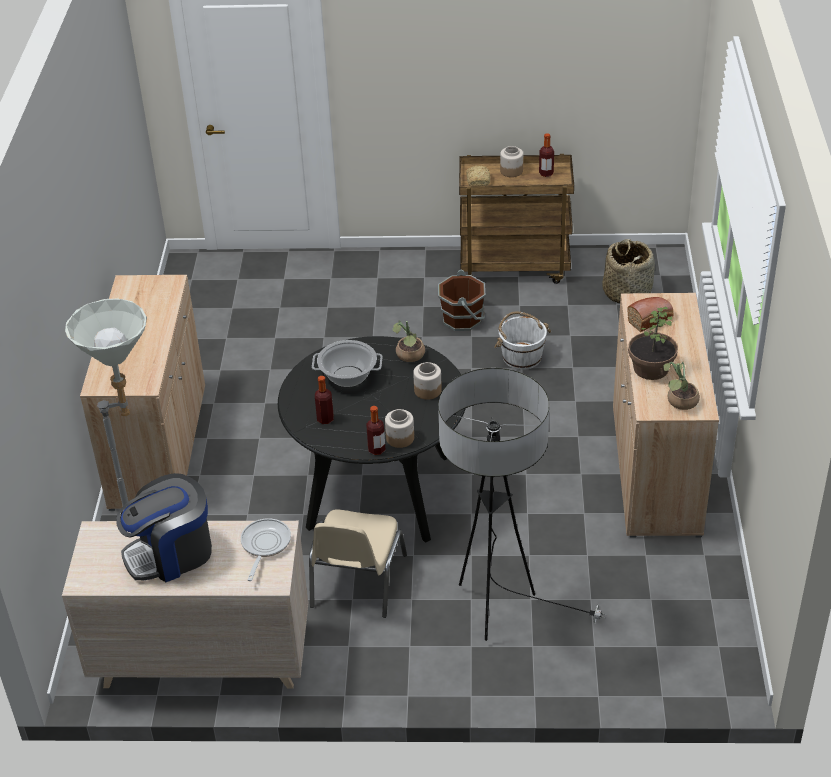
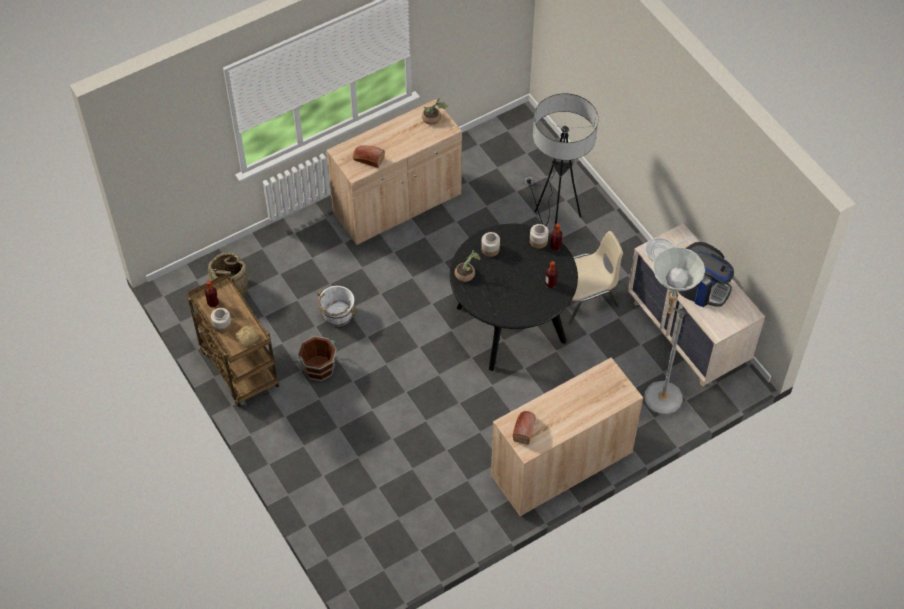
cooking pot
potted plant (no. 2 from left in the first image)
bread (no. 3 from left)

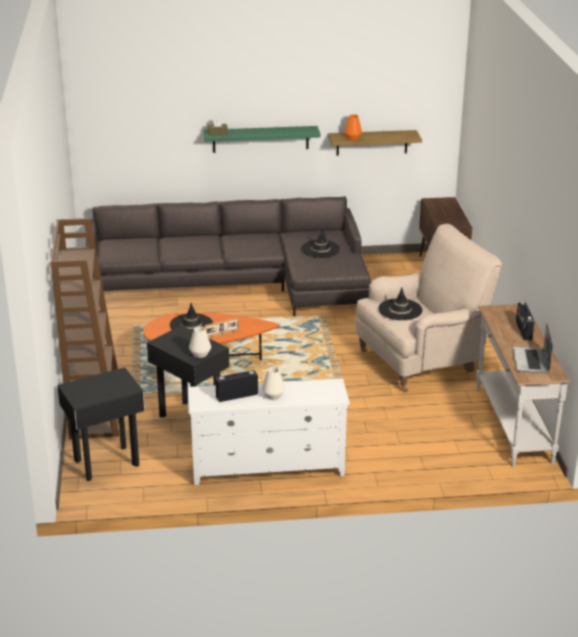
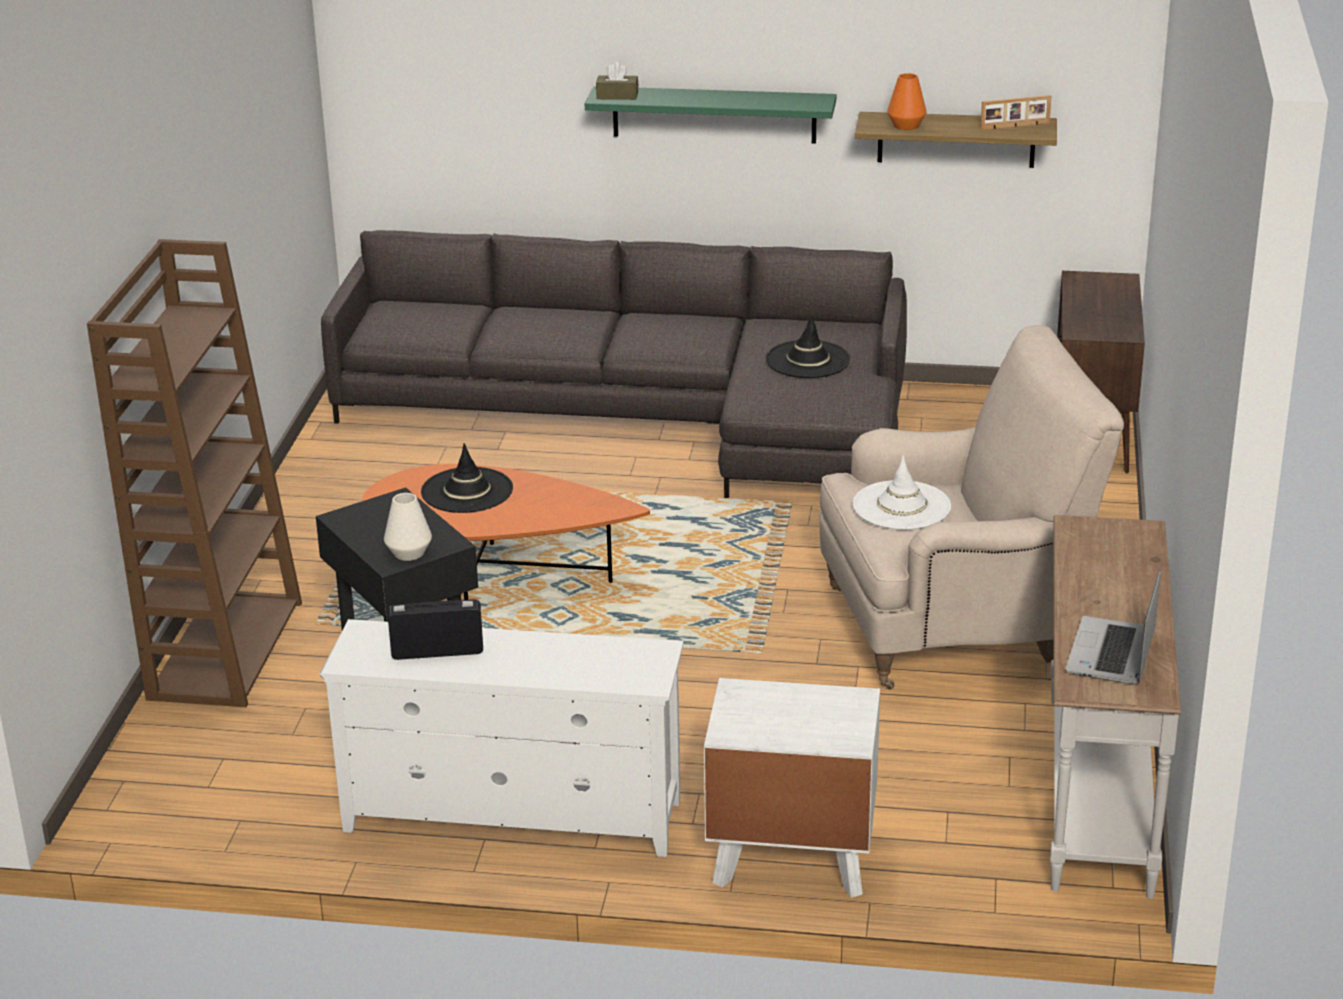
side table in black (no. 1 from left in the first image)
picture frame
vase in white (no. 2 from left in the first image)
hat in white
radio (no. 2 from left in the first image)
nightstand in white

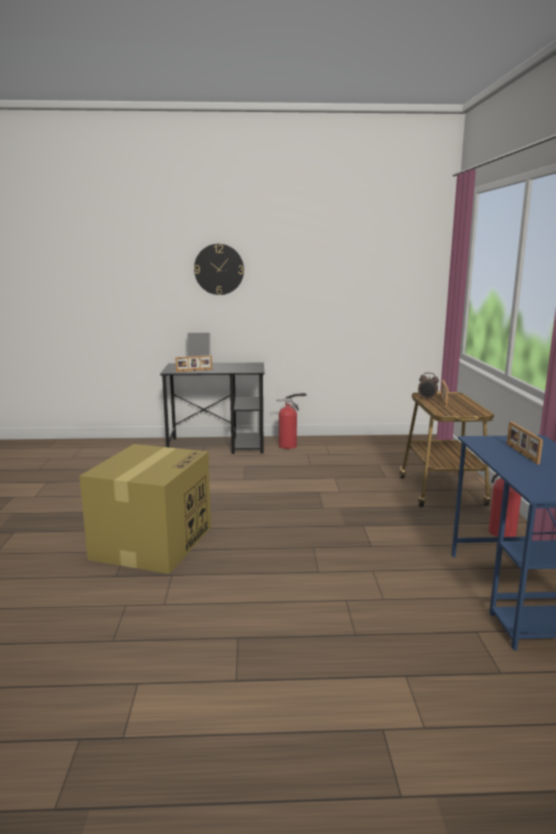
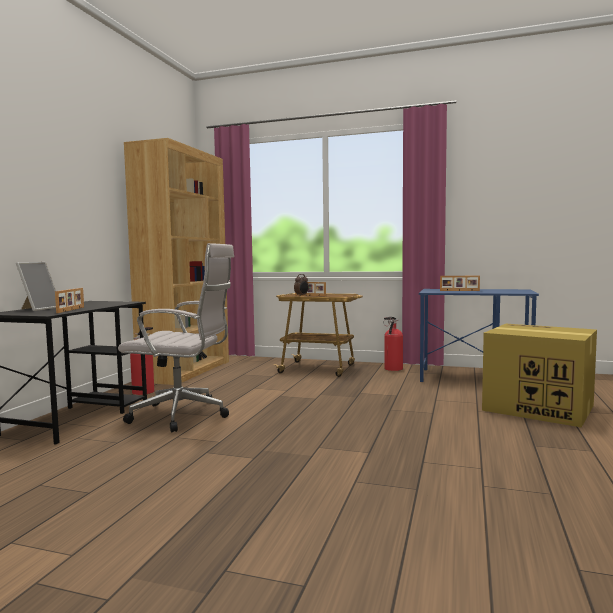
cardboard box
wall clock
office chair in white
bookcase in brown

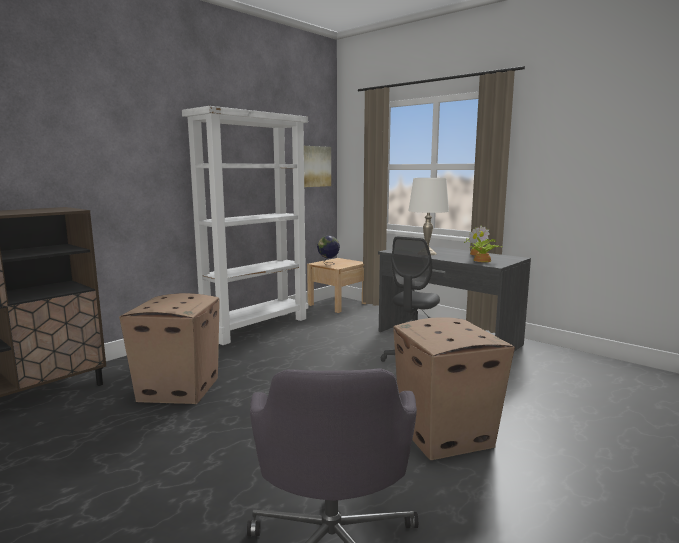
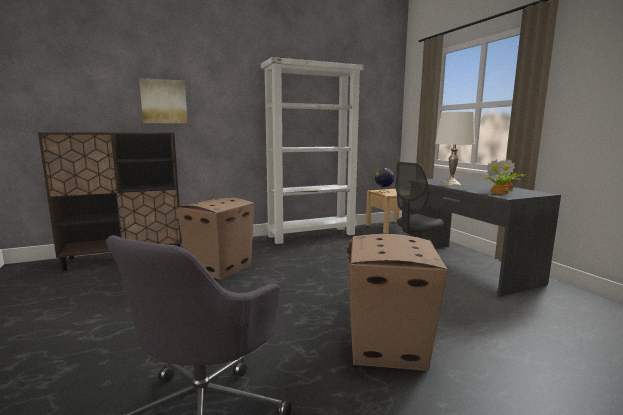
picture

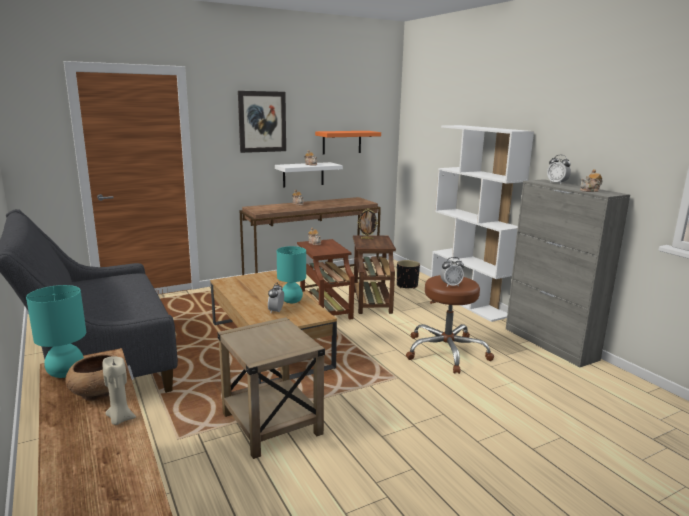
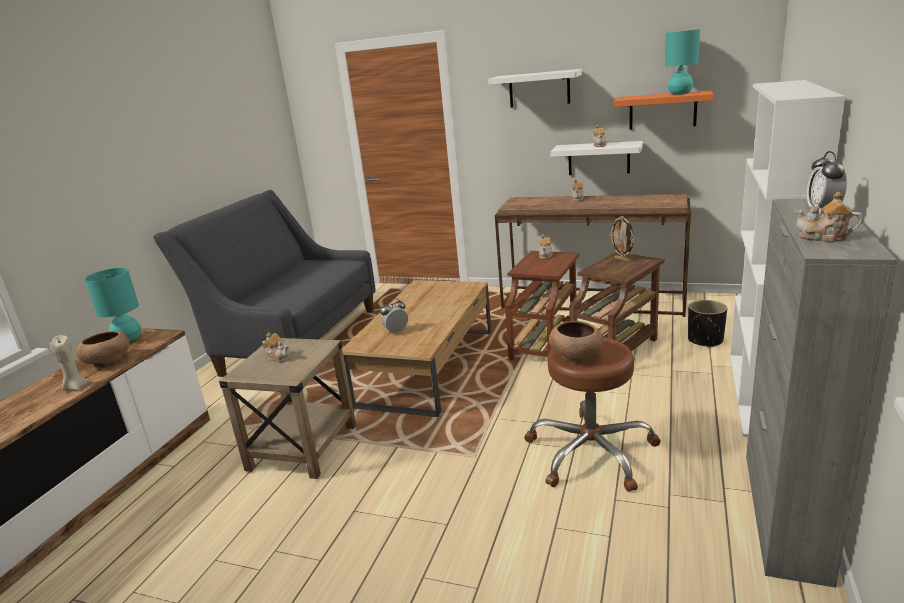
shelf in white (no. 1 from left)
table lamp in turquoise (no. 2 from left)
bowl in brown (no. 2 from left)
teapot (no. 1 from left)

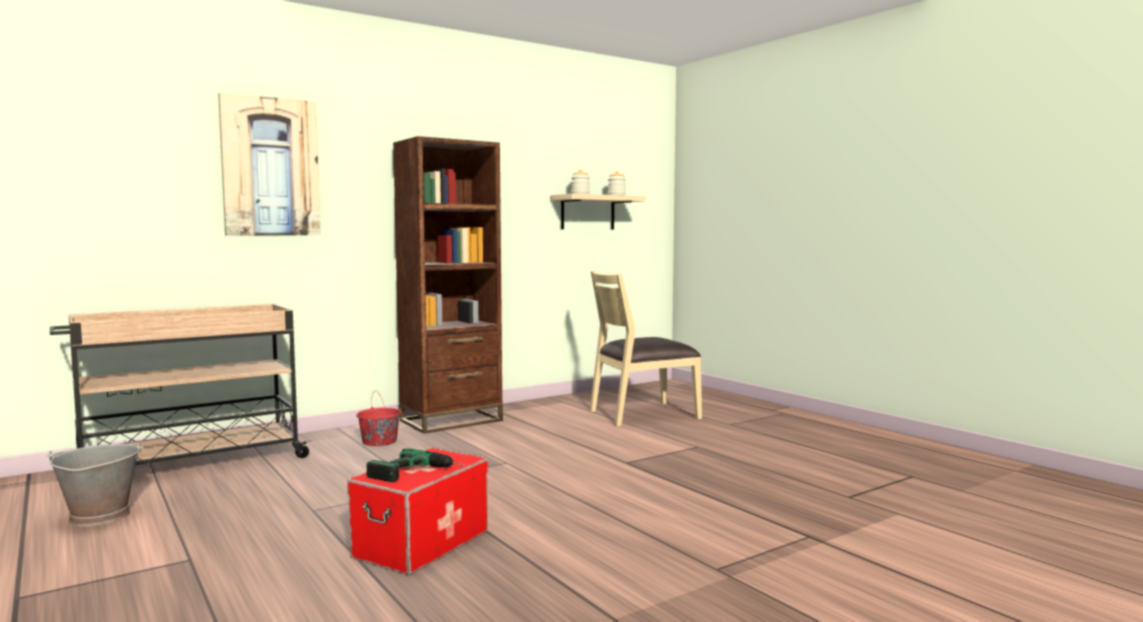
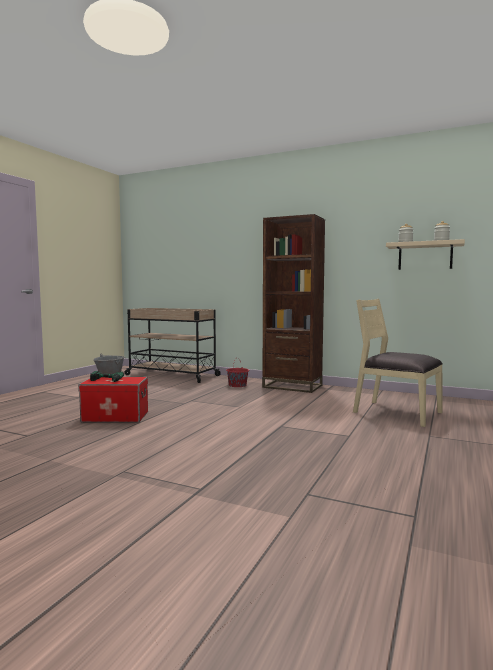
picture

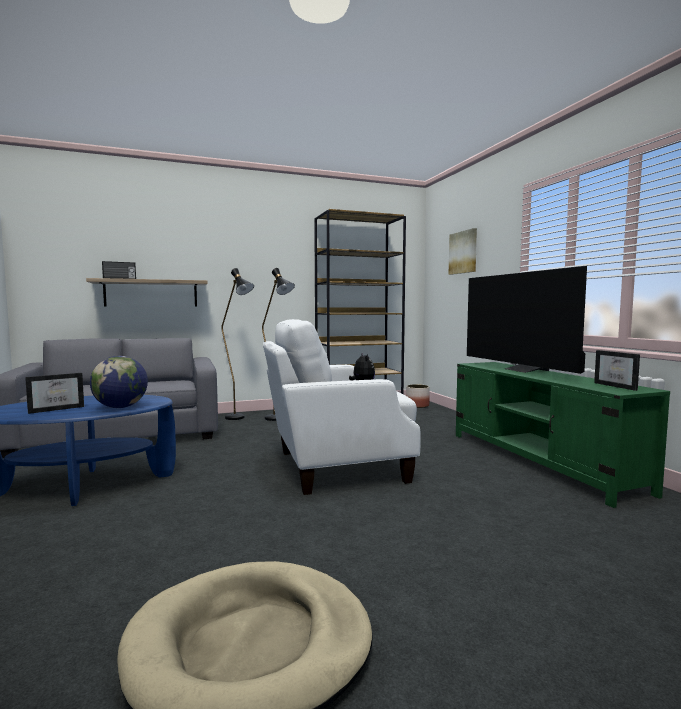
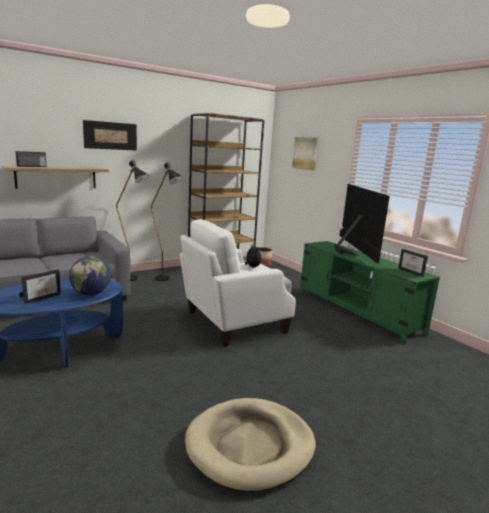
television
picture (no. 1 from left)

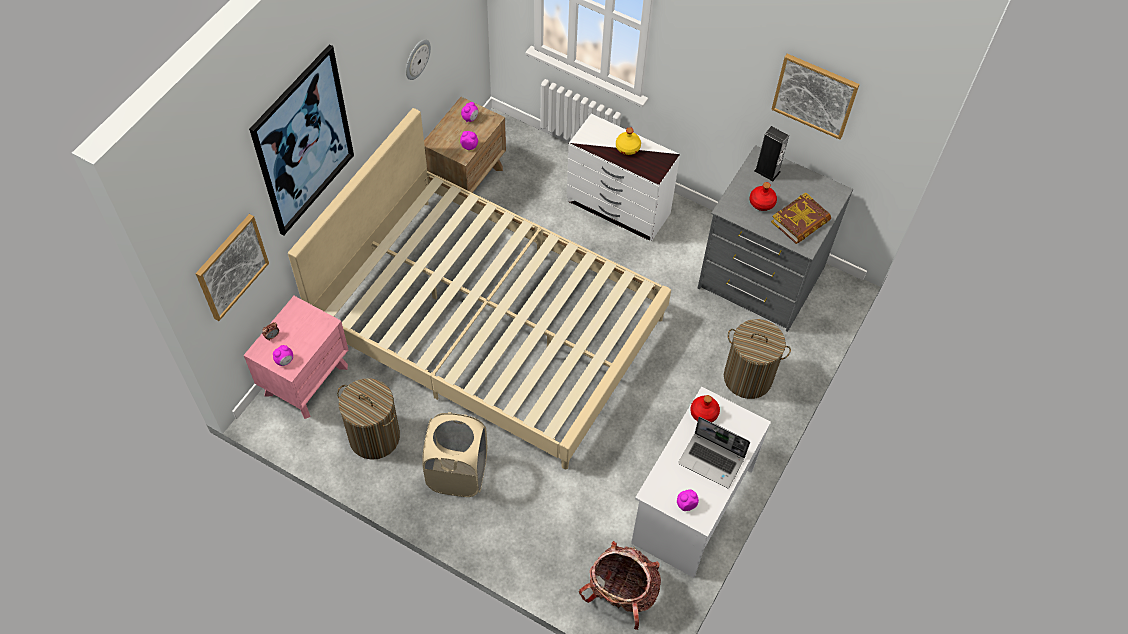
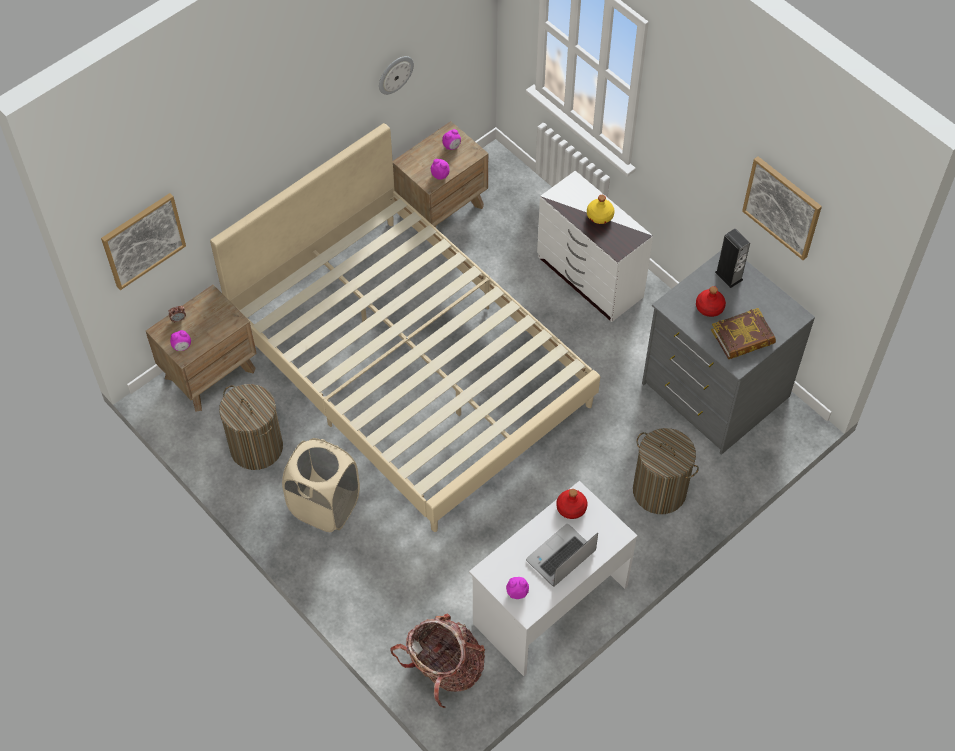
nightstand in brown (no. 1 from left)
picture (no. 2 from left in the first image)
laptop

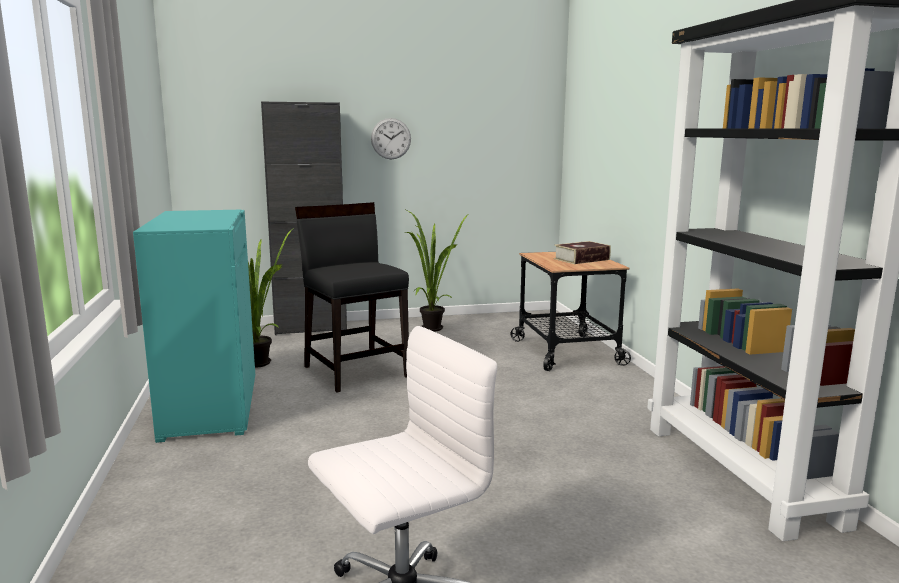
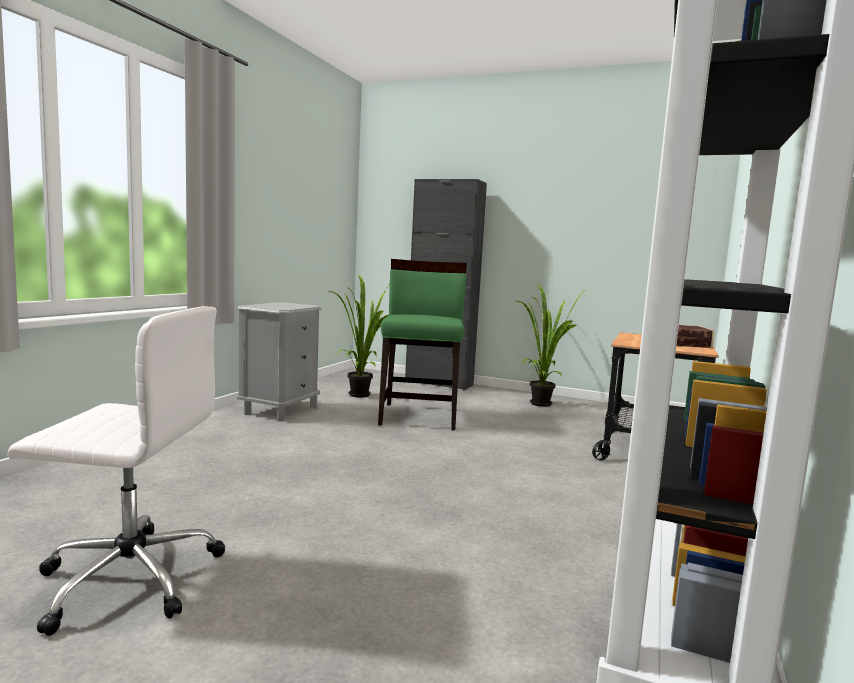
nightstand in grey
chair in green
wall clock

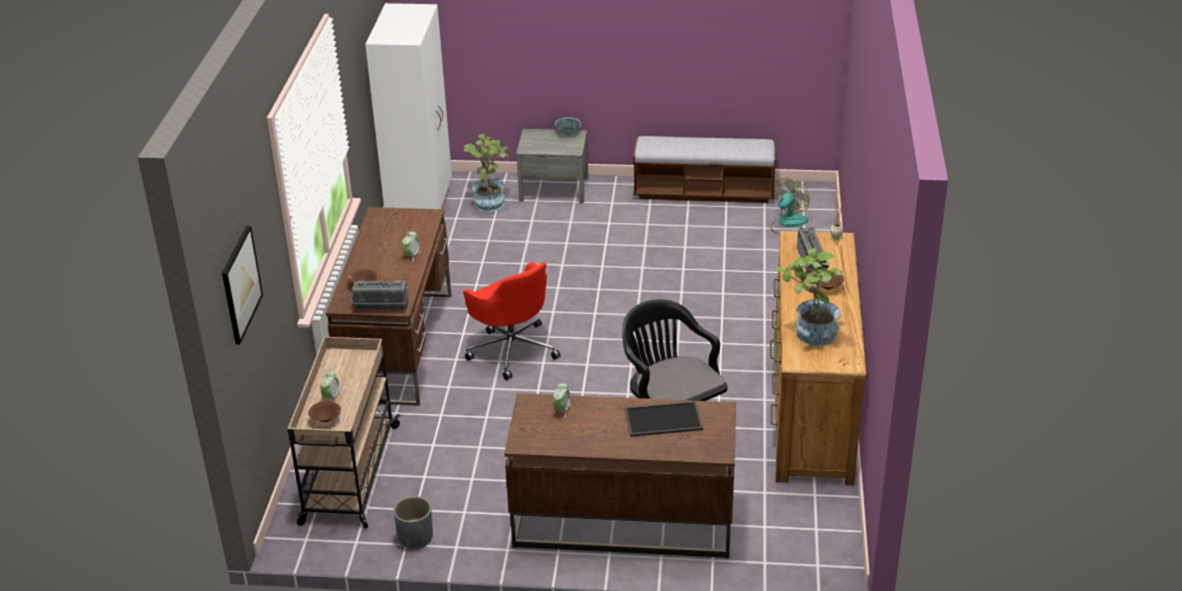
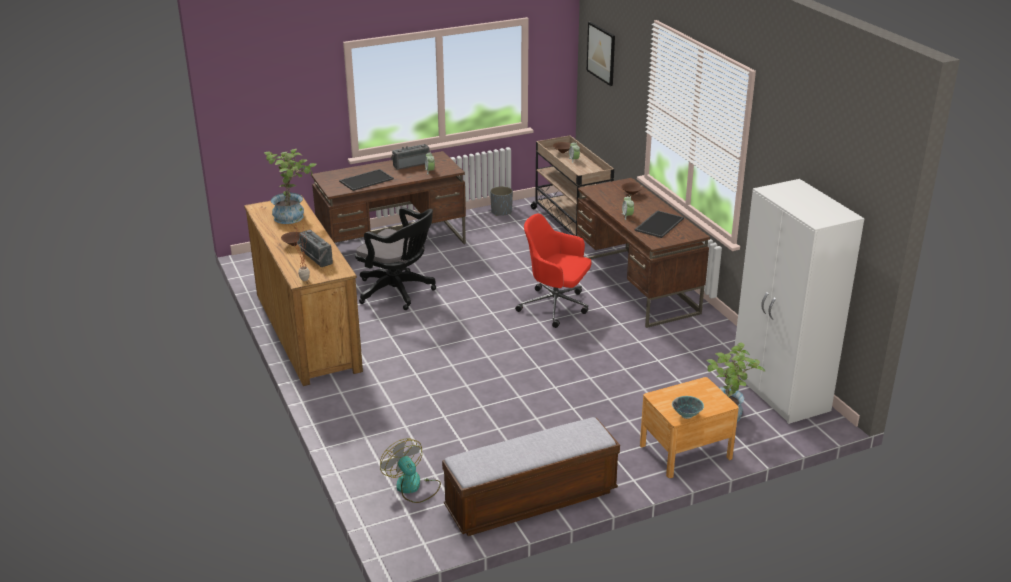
radio (no. 2 from left)
nightstand in brown
fan
tray (no. 2 from left)

